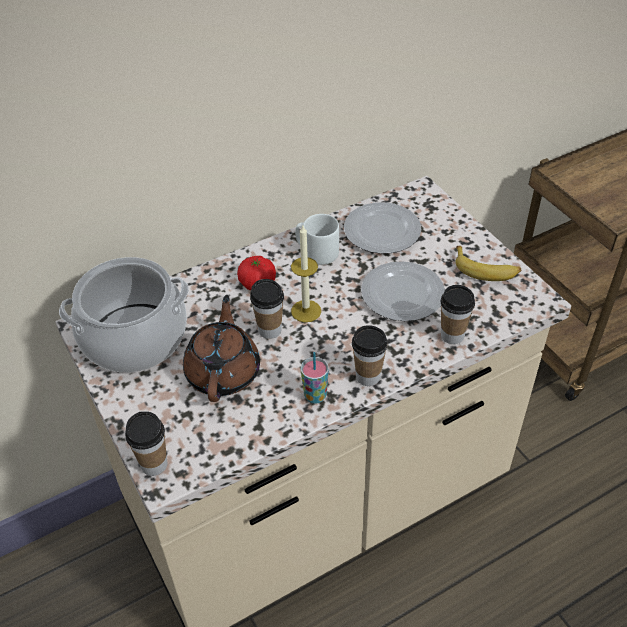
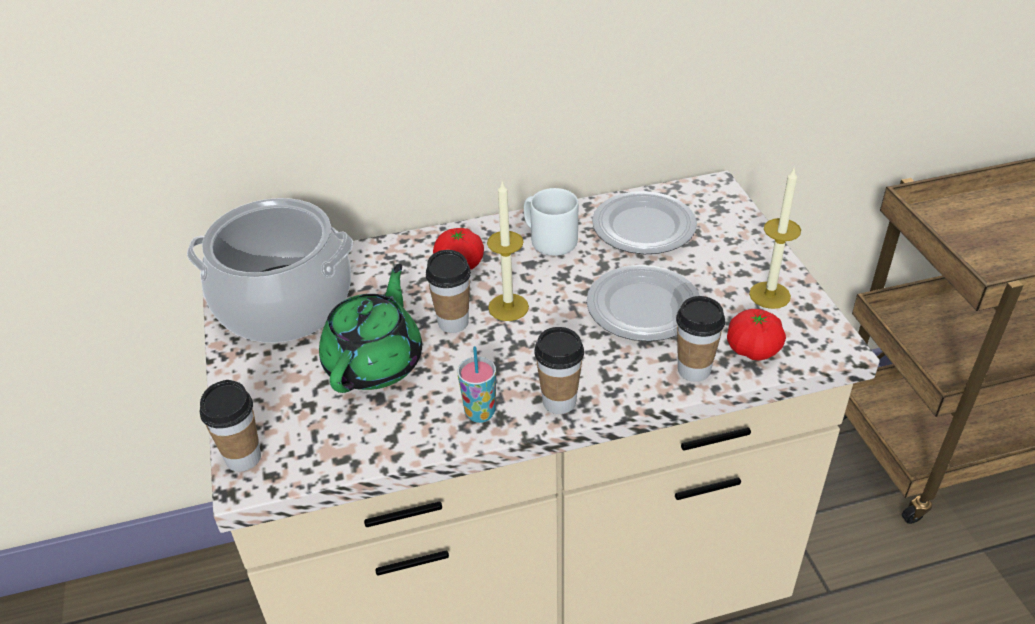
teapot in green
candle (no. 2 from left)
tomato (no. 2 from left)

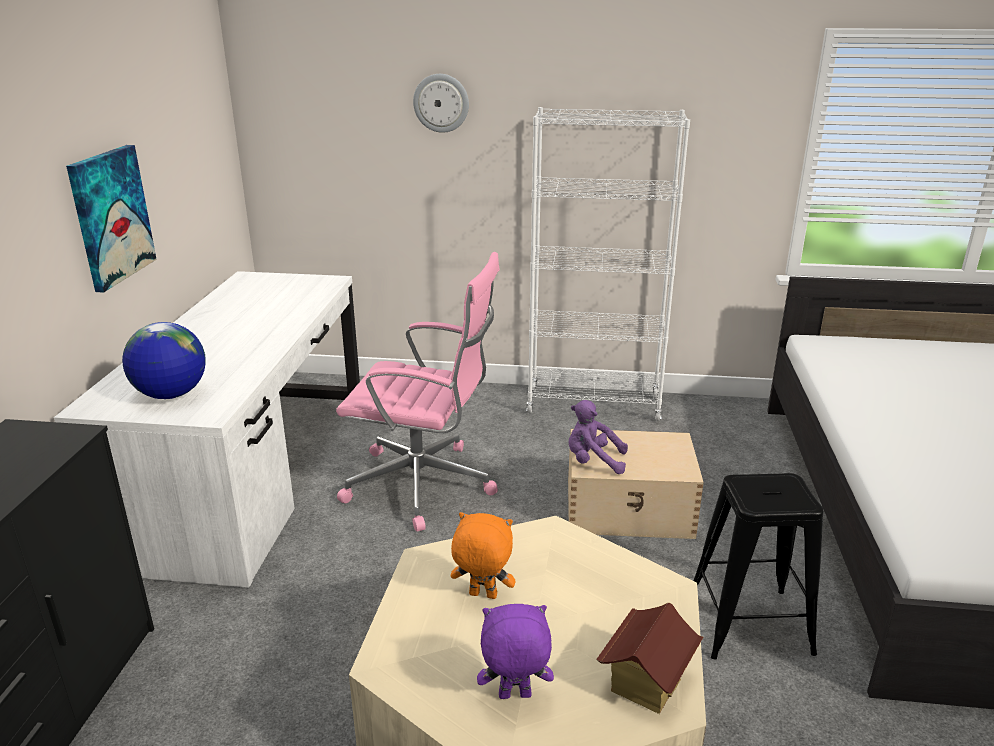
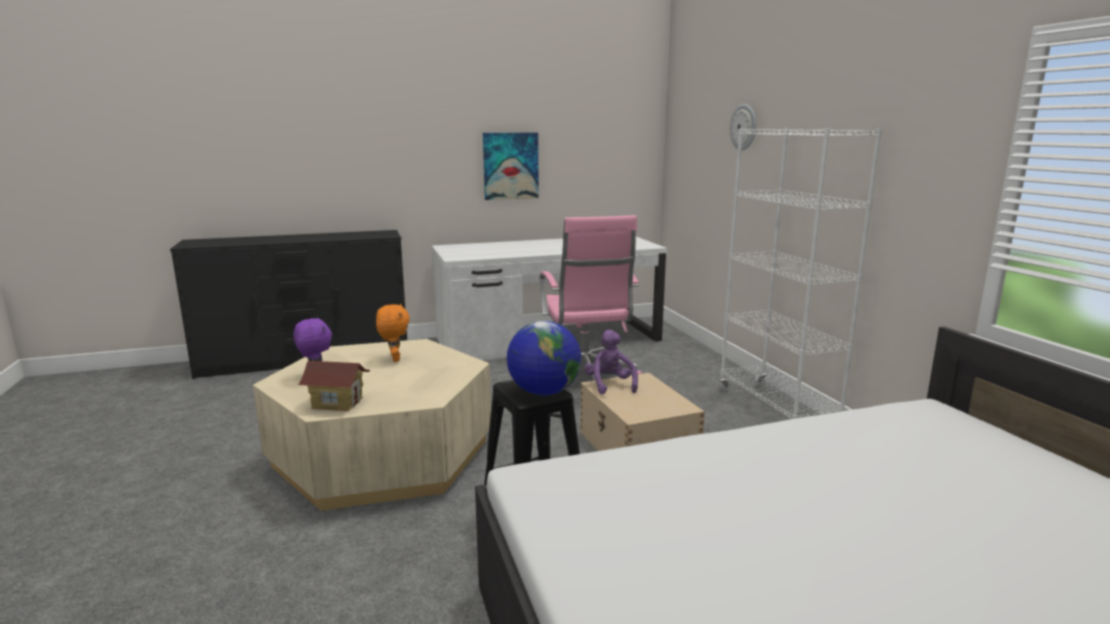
globe

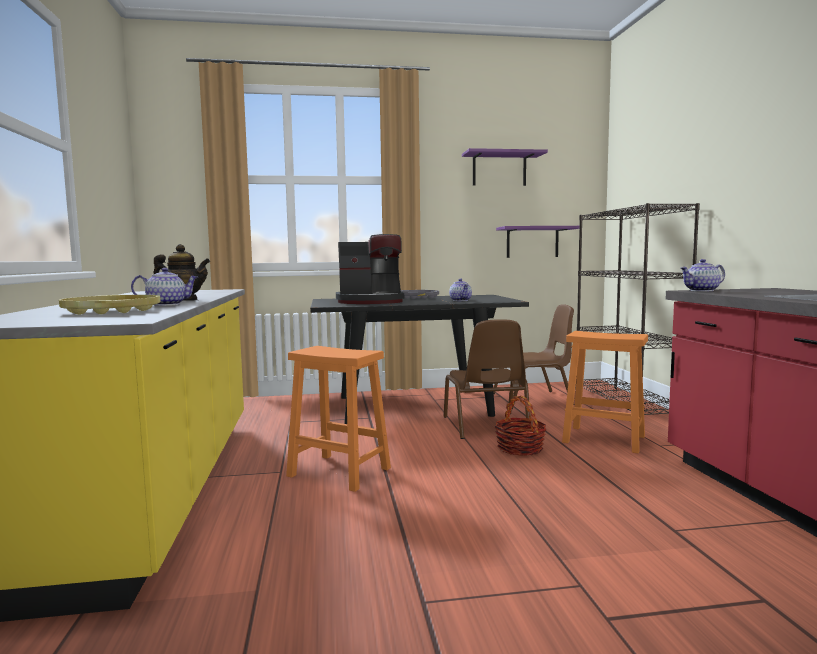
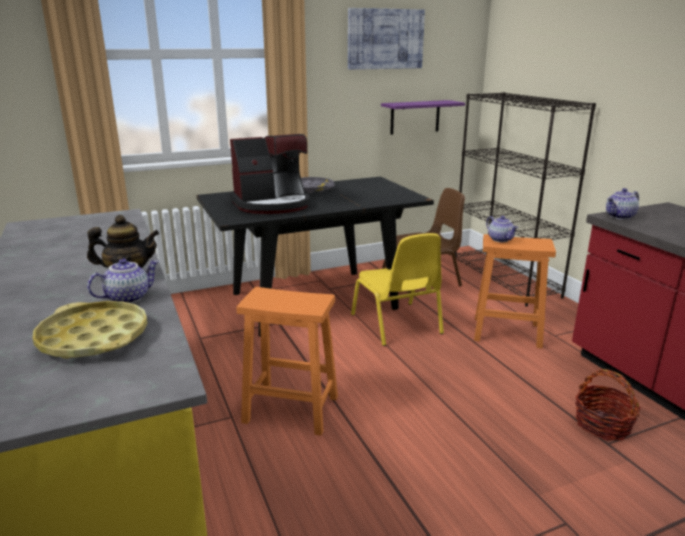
chair in yellow
teapot (no. 3 from left)
picture
basket

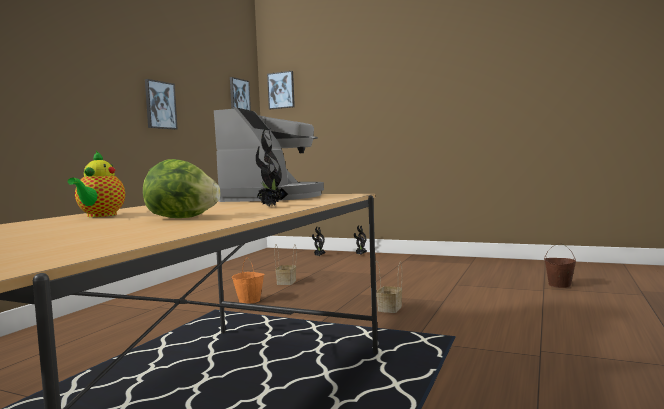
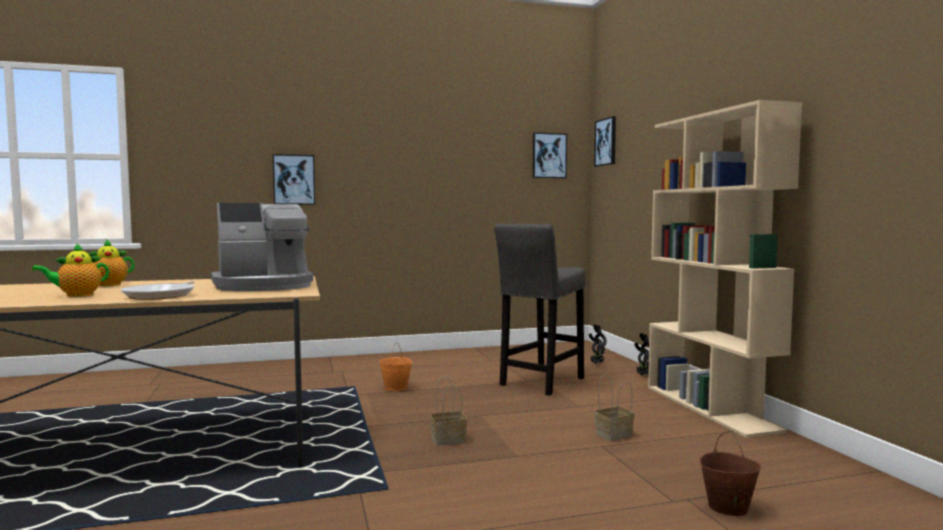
teapot (no. 1 from left)
picture (no. 1 from left)
frying pan
basket (no. 2 from left)
stool in grey
bookcase in beige

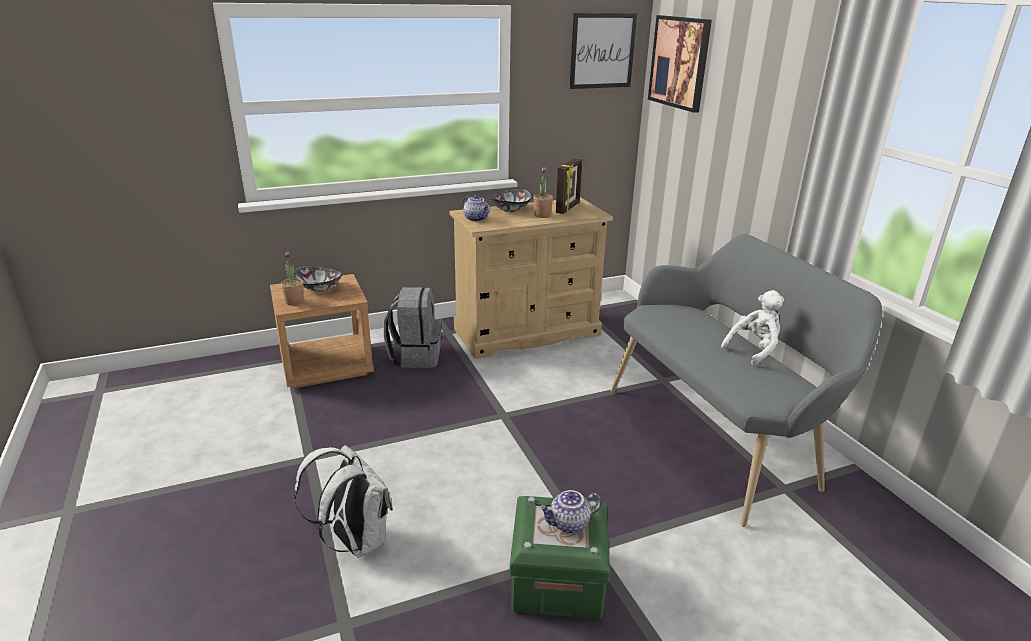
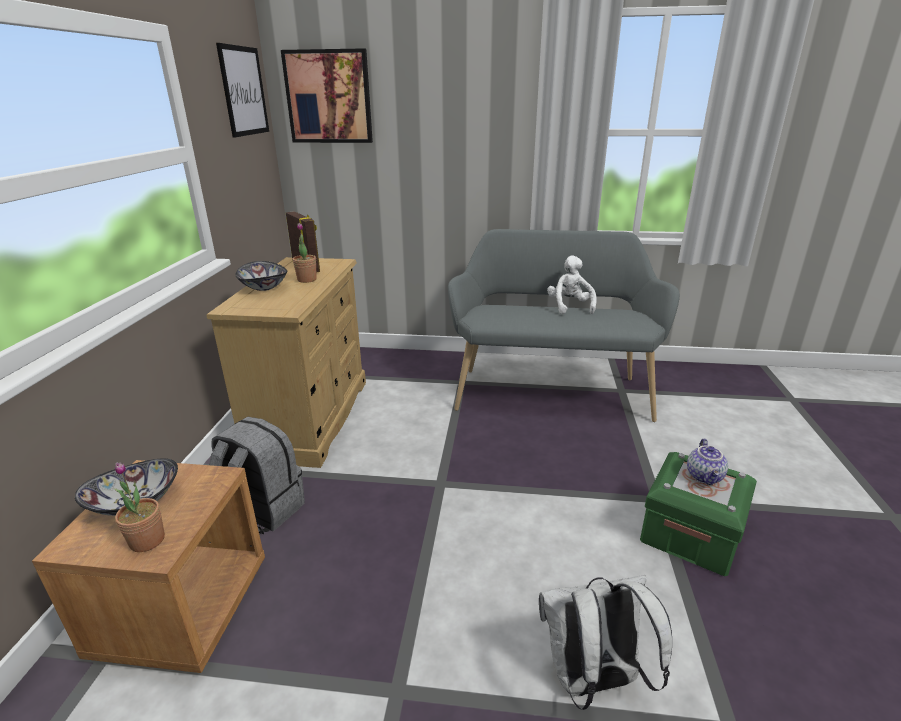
teapot (no. 1 from left in the first image)

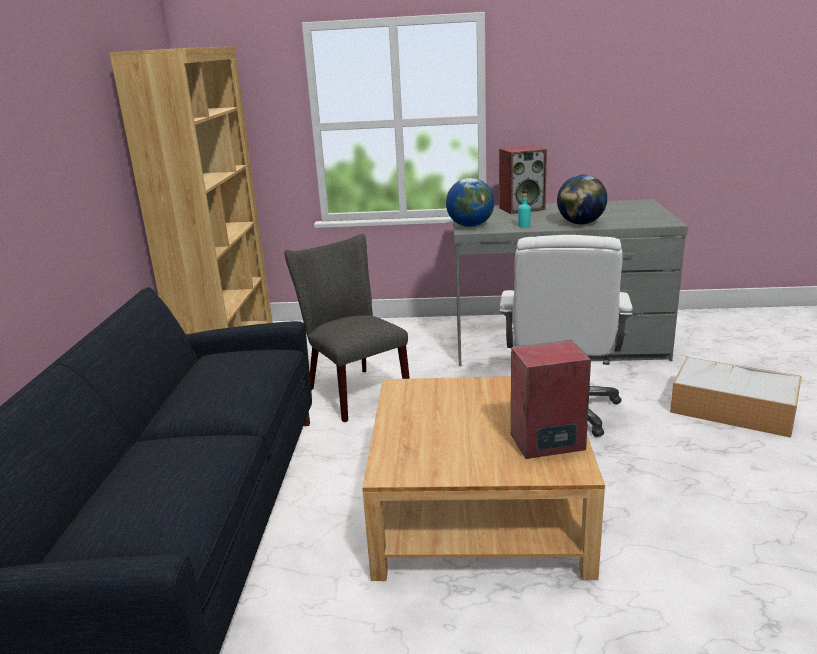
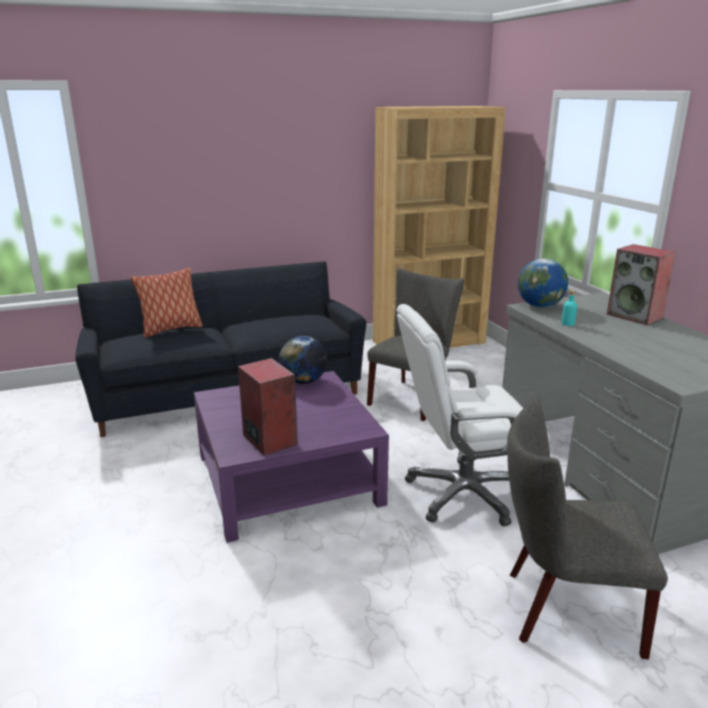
coffee table in purple
globe (no. 1 from left)
chair in grey (no. 2 from left)
pillow

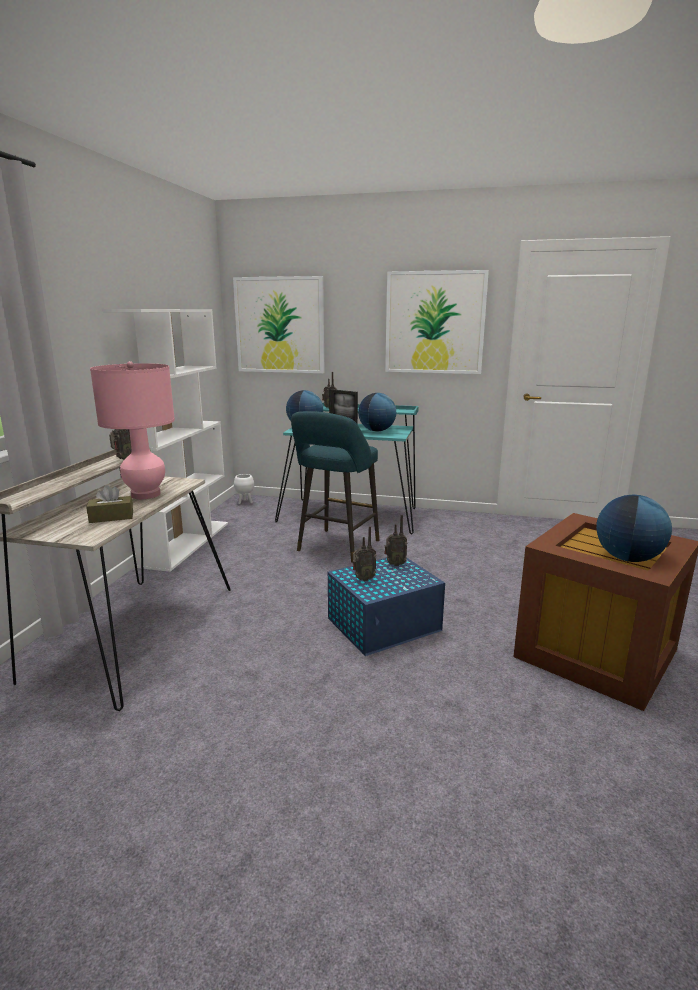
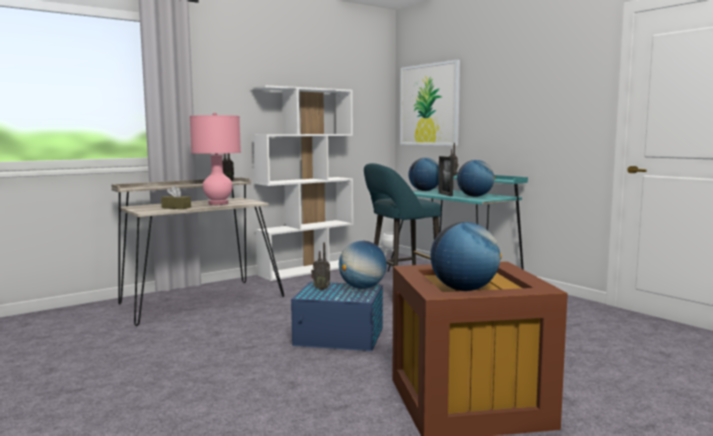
globe (no. 1 from left)
picture (no. 2 from left in the first image)

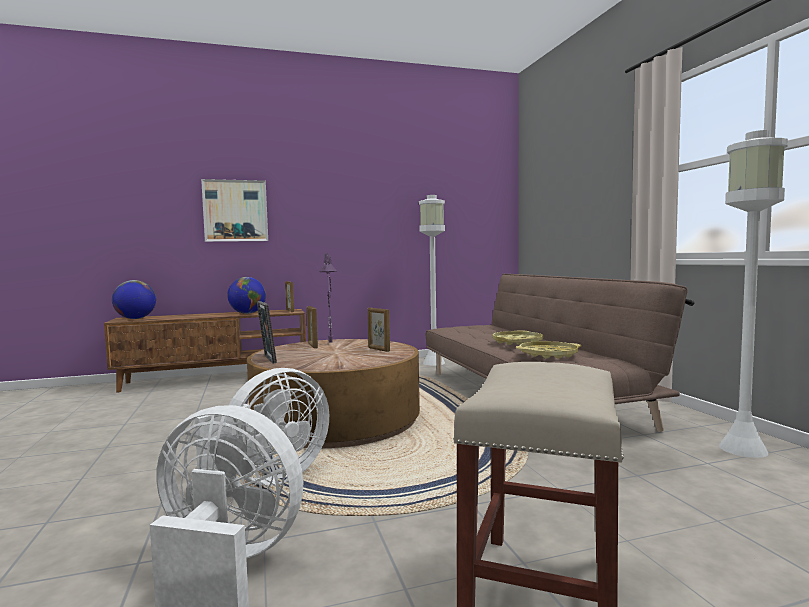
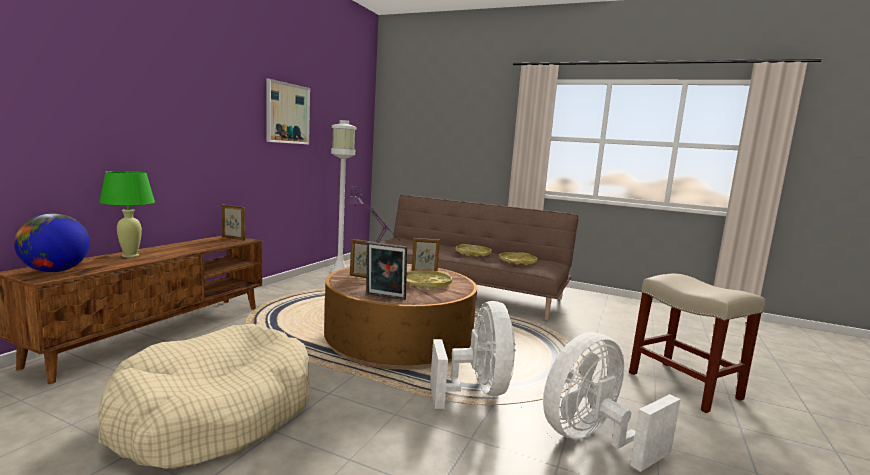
picture
globe (no. 2 from left in the first image)
floor lamp in white (no. 2 from left in the first image)
dog bed in beige
table lamp in green
tray in yellow (no. 1 from left)

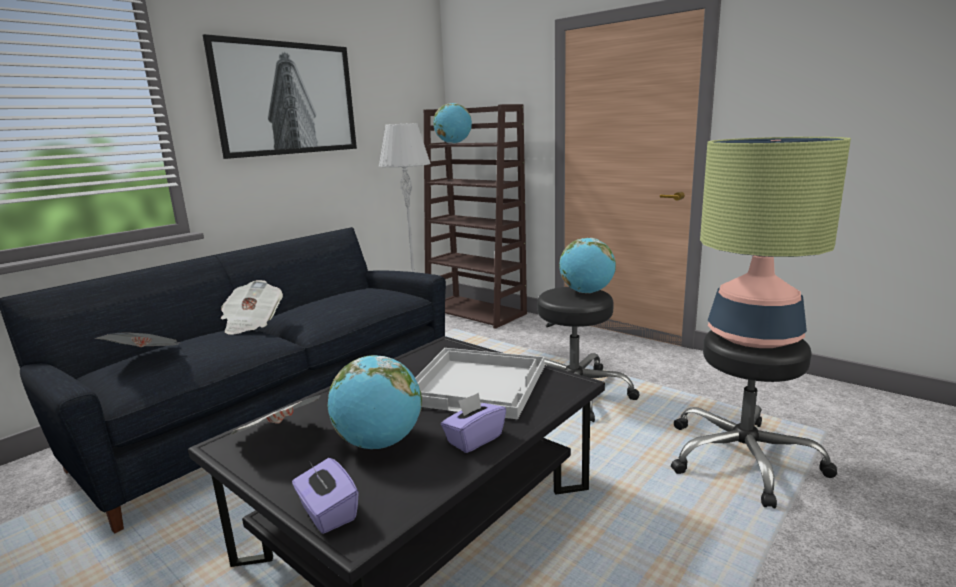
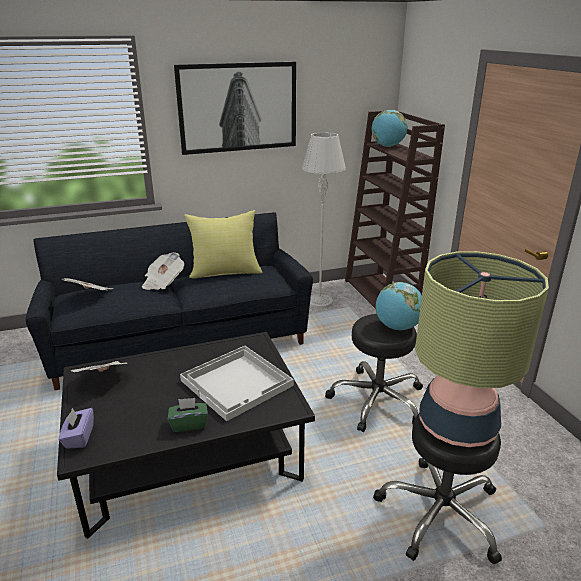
globe (no. 1 from left in the first image)
tissue box in green
pillow in yellow

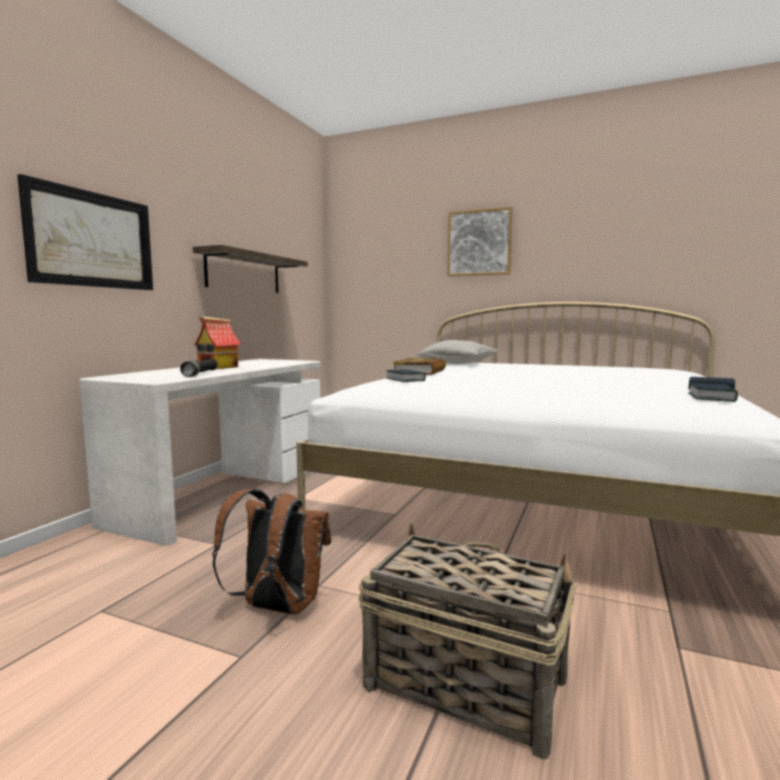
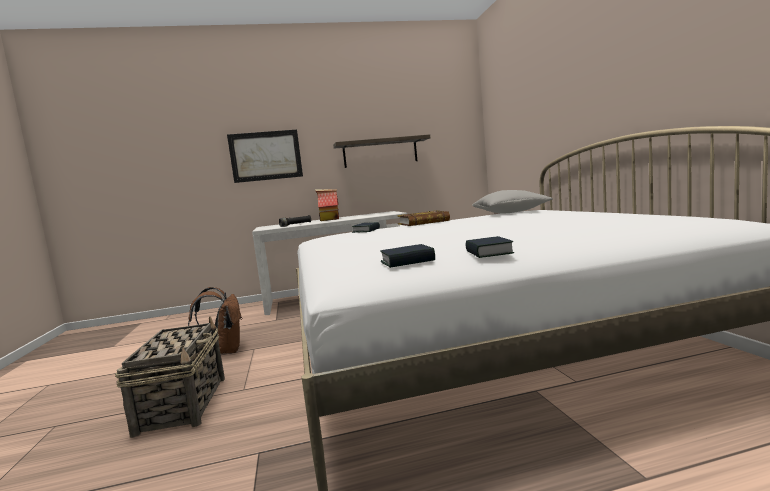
picture (no. 2 from left in the first image)

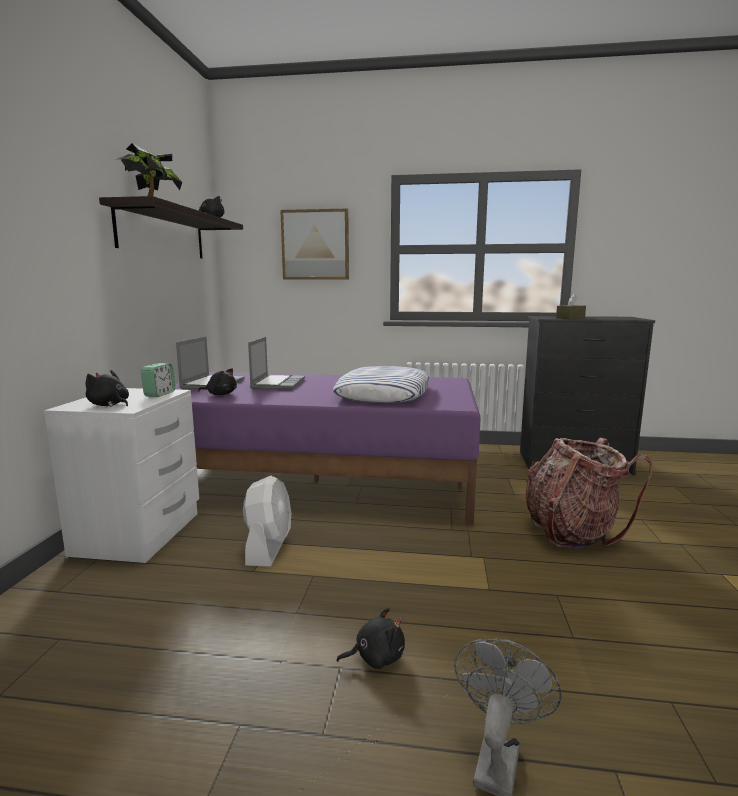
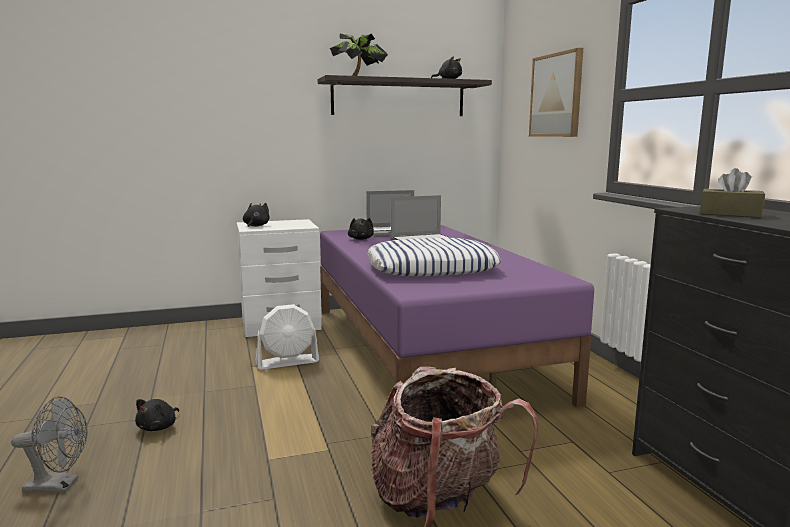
alarm clock
plush toy in black (no. 1 from left)

